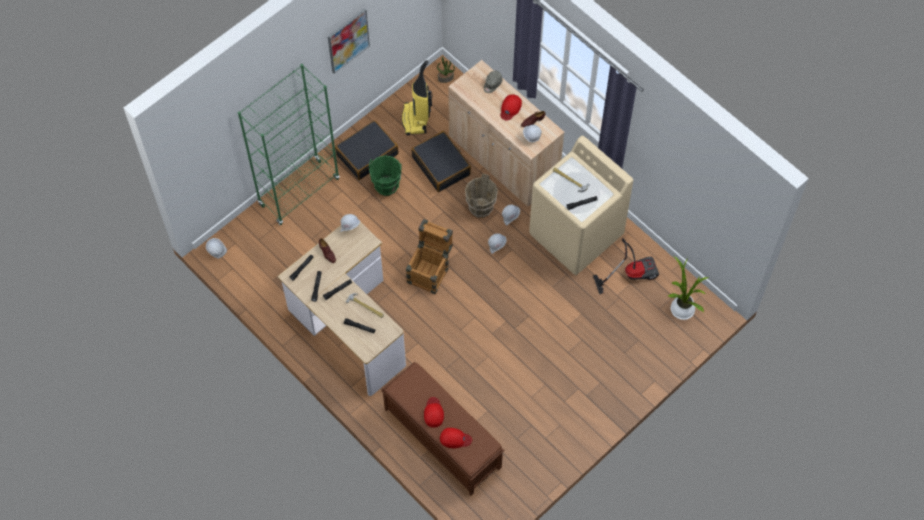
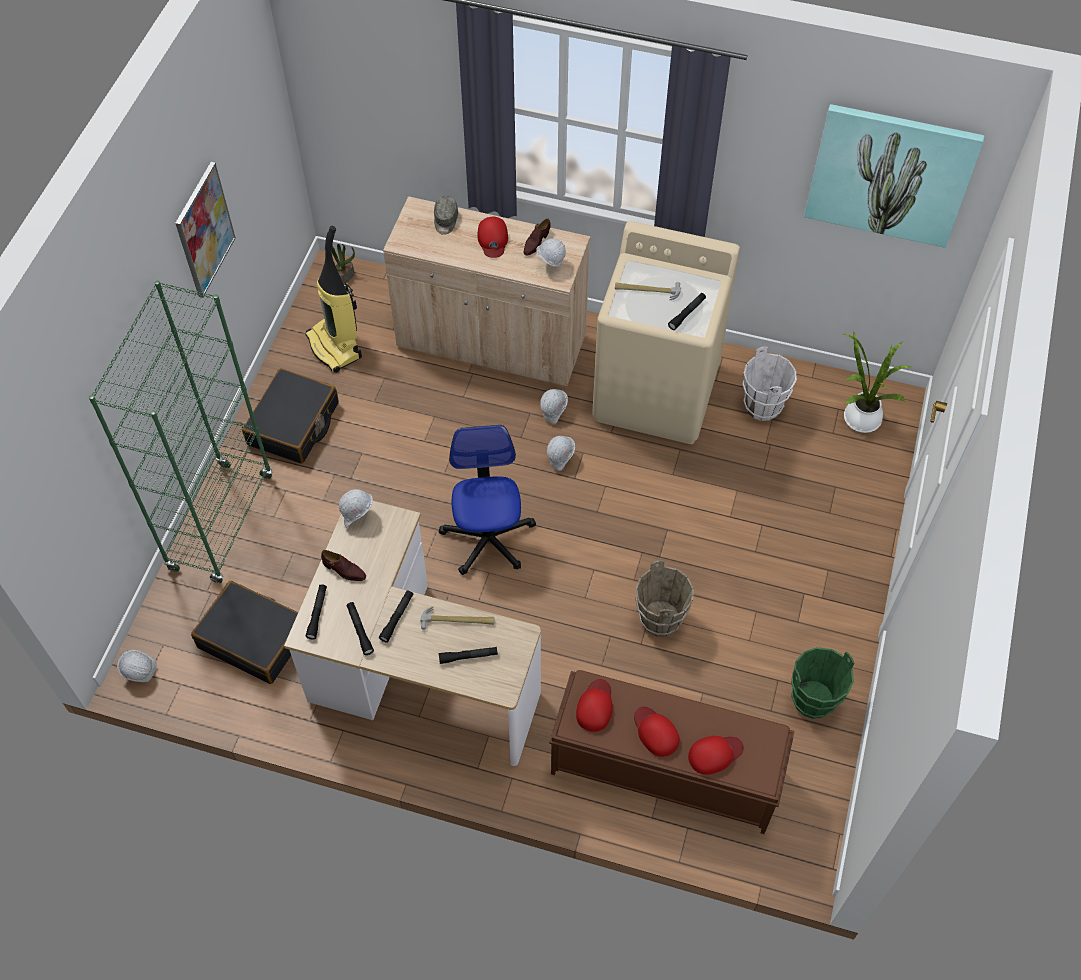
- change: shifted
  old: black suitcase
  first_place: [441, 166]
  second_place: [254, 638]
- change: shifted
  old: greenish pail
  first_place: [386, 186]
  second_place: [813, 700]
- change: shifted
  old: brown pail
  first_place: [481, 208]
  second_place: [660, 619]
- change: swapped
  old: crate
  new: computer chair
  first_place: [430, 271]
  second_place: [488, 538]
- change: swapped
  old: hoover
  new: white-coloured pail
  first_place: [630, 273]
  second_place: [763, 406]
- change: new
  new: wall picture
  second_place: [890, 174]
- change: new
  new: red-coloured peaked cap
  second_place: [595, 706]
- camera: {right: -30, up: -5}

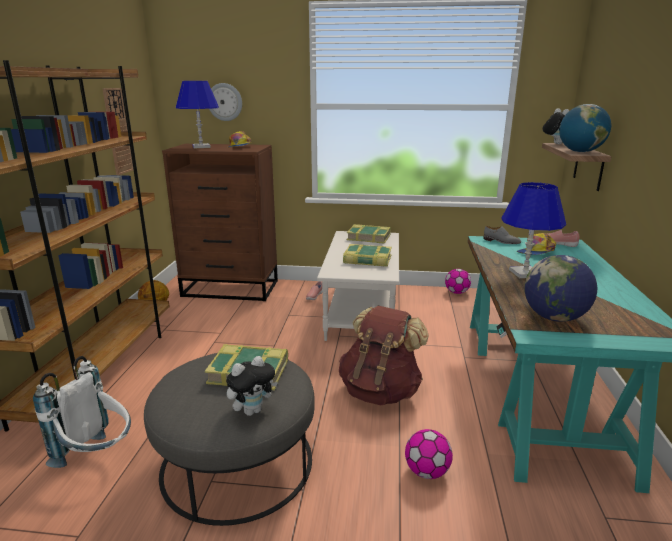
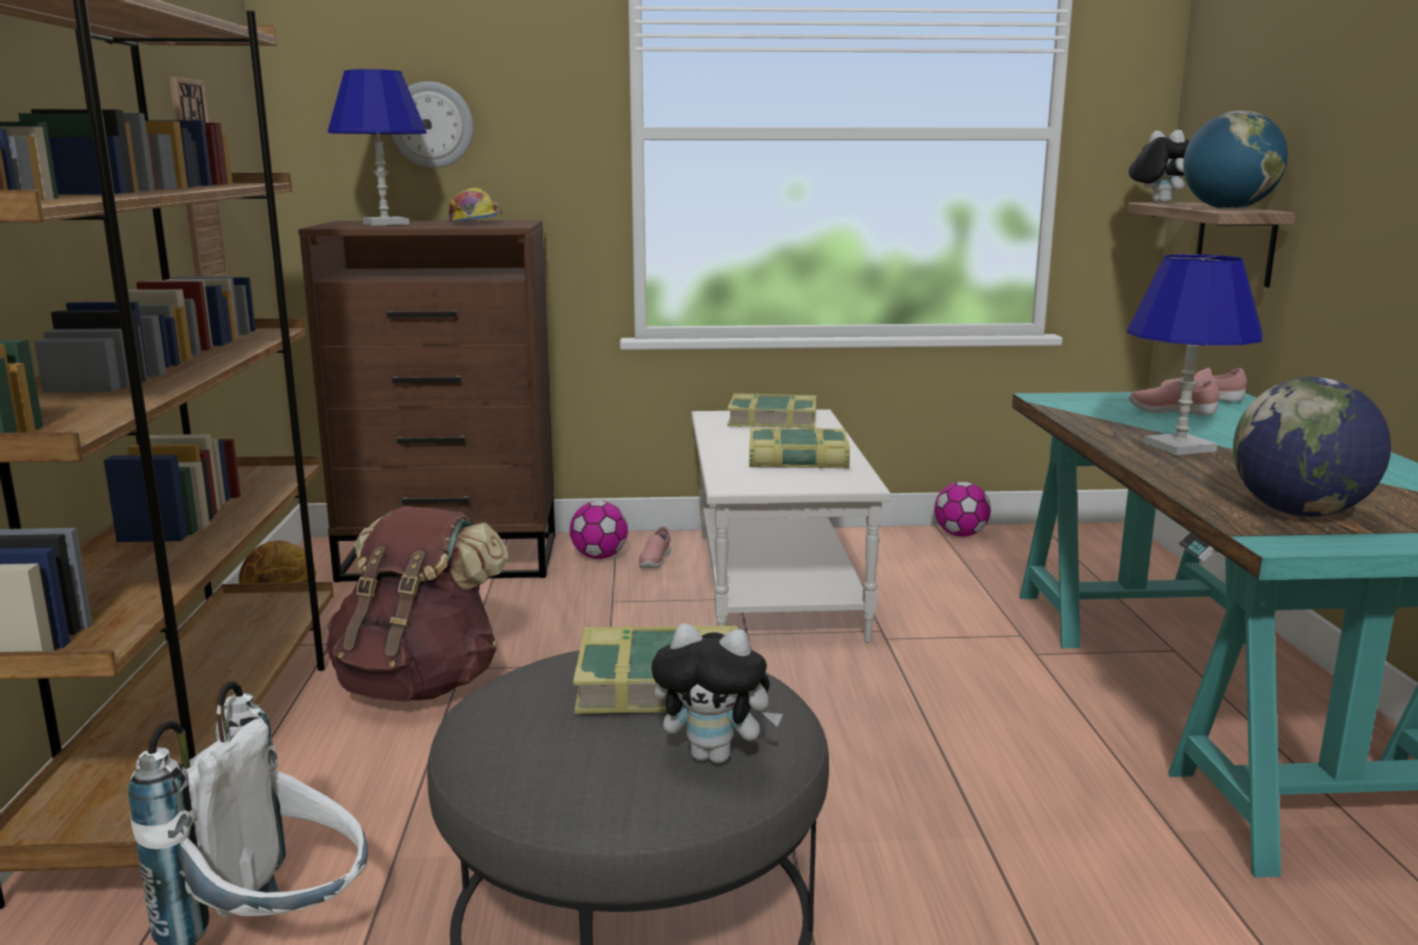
- change: gone
  old: greyish shoe
  first_place: [501, 241]
- change: swapped
  old: peaked cap
  new: pink-coloured shoe
  first_place: [536, 252]
  second_place: [1171, 413]
- change: shifted
  old: brown backpack
  first_place: [380, 391]
  second_place: [420, 684]
- change: rotated
  old: cuddly toy
  first_place: [252, 410]
  second_place: [715, 755]
  degrees: 60
- change: shifted
  old: ball for football
  first_place: [427, 472]
  second_place: [599, 557]
- camera: {right: -10, up: -5}

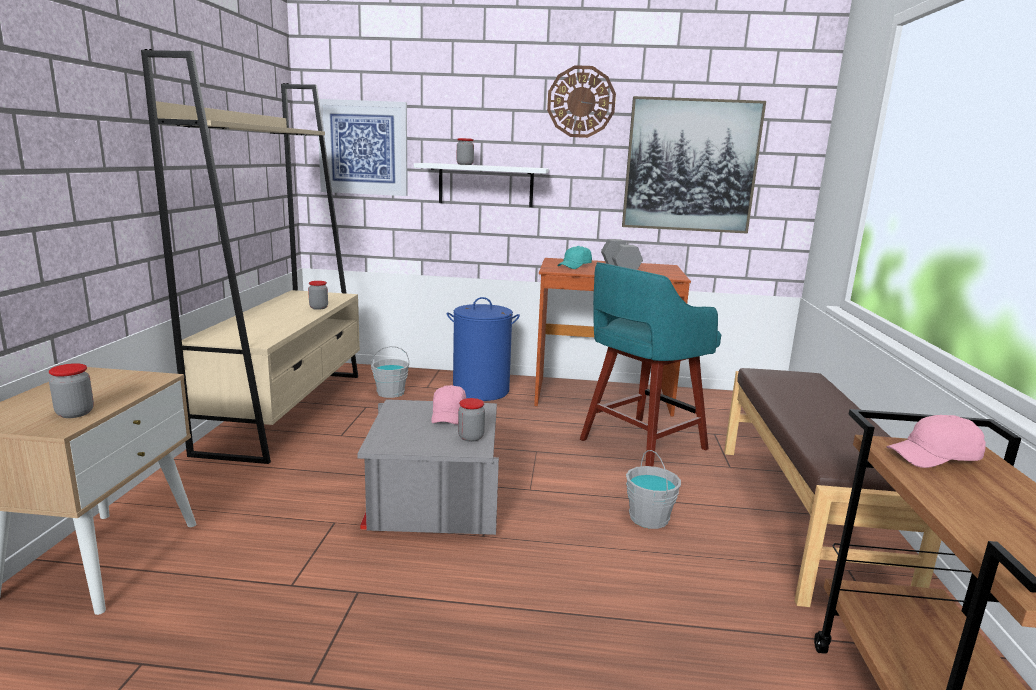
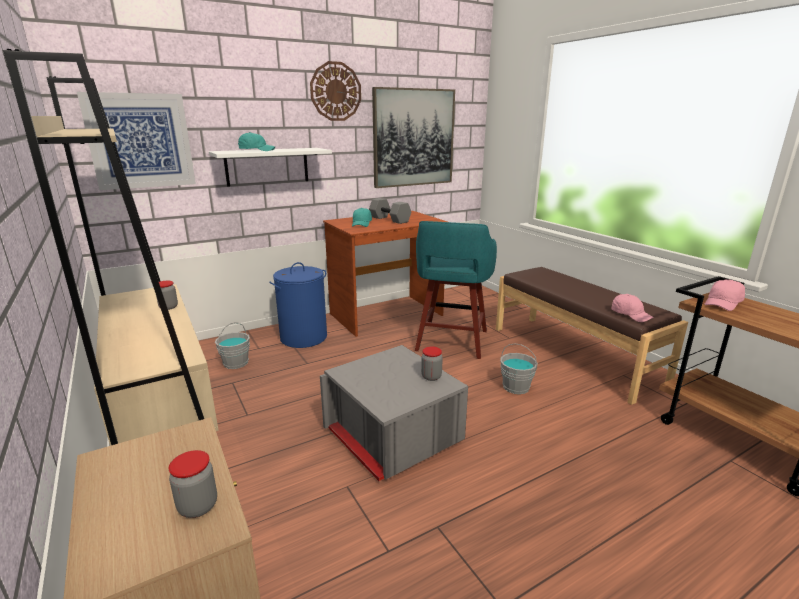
- change: swapped
  old: jar
  new: blue-green peaked cap
  first_place: [465, 164]
  second_place: [256, 150]
- change: shifted
  old: pink-coloured peaked cap
  first_place: [448, 415]
  second_place: [630, 315]
- camera: {right: -35, up: 5}

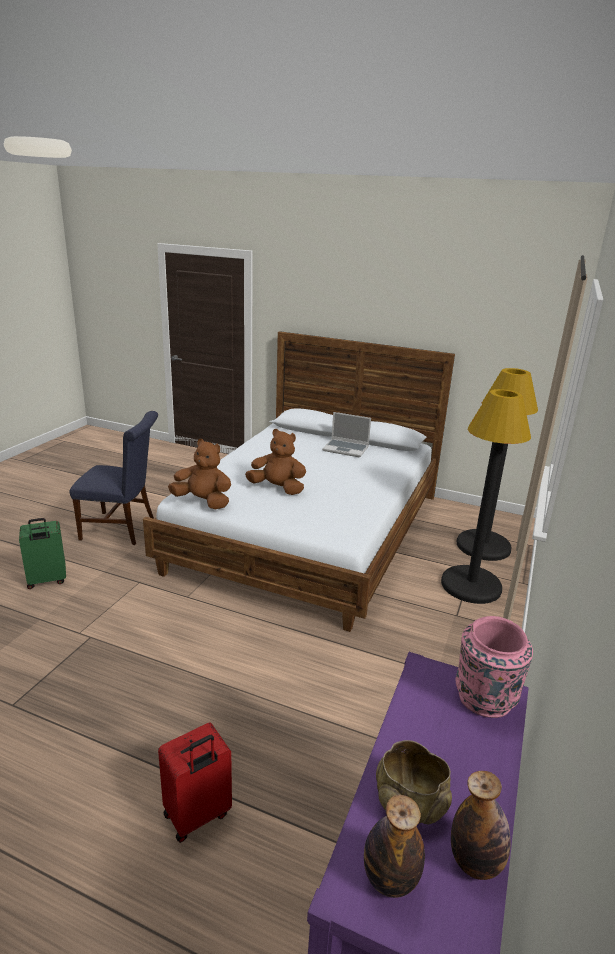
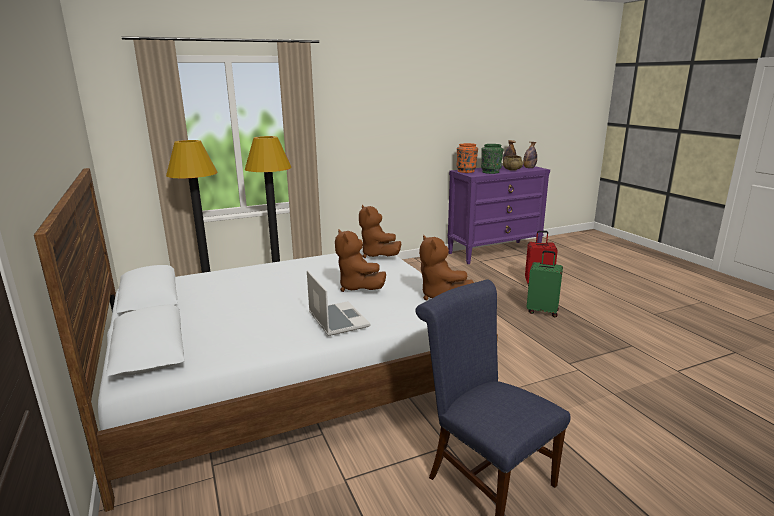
- change: shifted
  old: portable computer
  first_place: [346, 449]
  second_place: [337, 319]
- change: shifted
  old: greenish suitcase
  first_place: [47, 581]
  second_place: [542, 311]
- change: repainted
  old: pink-coloured decorative vase
  new: orange-coloured decorative vase
  first_place: [484, 699]
  second_place: [466, 171]
- change: new
  new: greenish decorative vase
  second_place: [490, 172]
- change: new
  new: brown cuddly toy
  second_place: [377, 255]
- camera: {right: -135, up: -5}

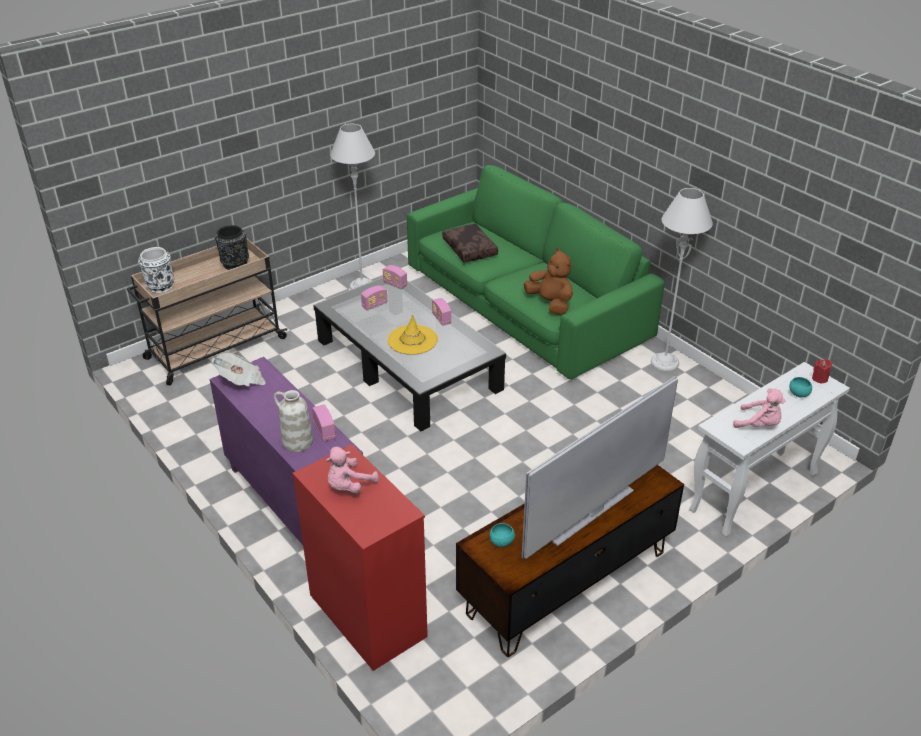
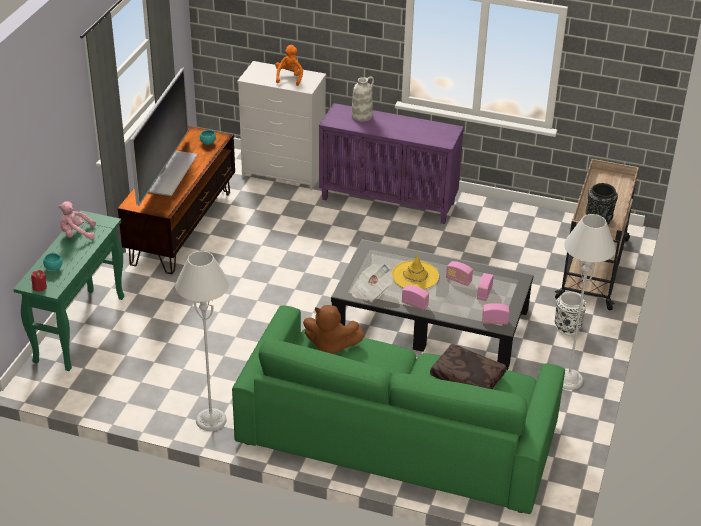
- change: shifted
  old: white-coloured decorative vase
  first_place: [160, 287]
  second_place: [567, 327]
- change: shifted
  old: daily paper
  first_place: [241, 381]
  second_place: [371, 291]
- change: repainted
  old: white-coloured console table
  new: greenish console table
  first_place: [753, 493]
  second_place: [80, 328]
- change: shifted
  old: radio
  first_place: [324, 431]
  second_place: [458, 280]
- change: repainted
  old: red-coloured dresser
  new: white-coloured dresser
  first_place: [366, 614]
  second_place: [284, 172]
- change: repainted
  old: pink-coloured cuddly toy
  new: orange-coloured cuddly toy
  first_place: [349, 486]
  second_place: [289, 77]
- camera: {right: 145, up: 0}

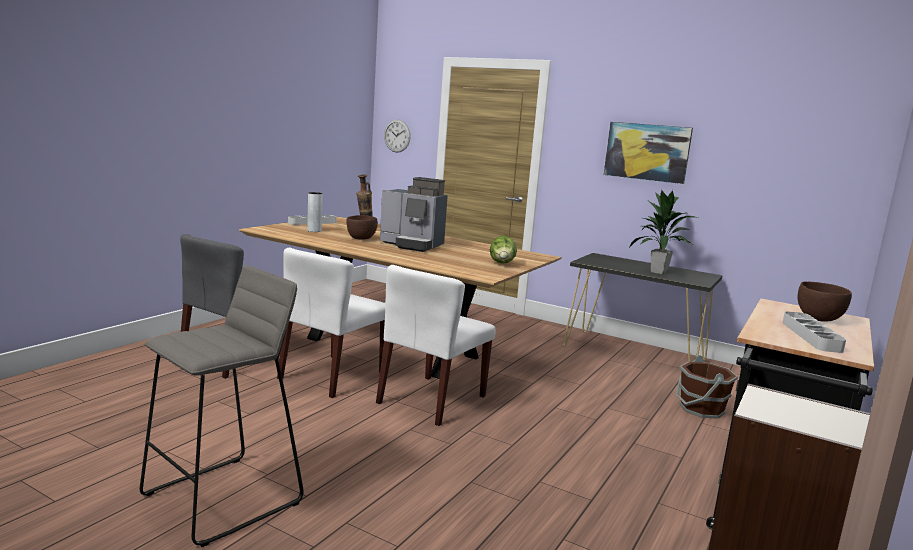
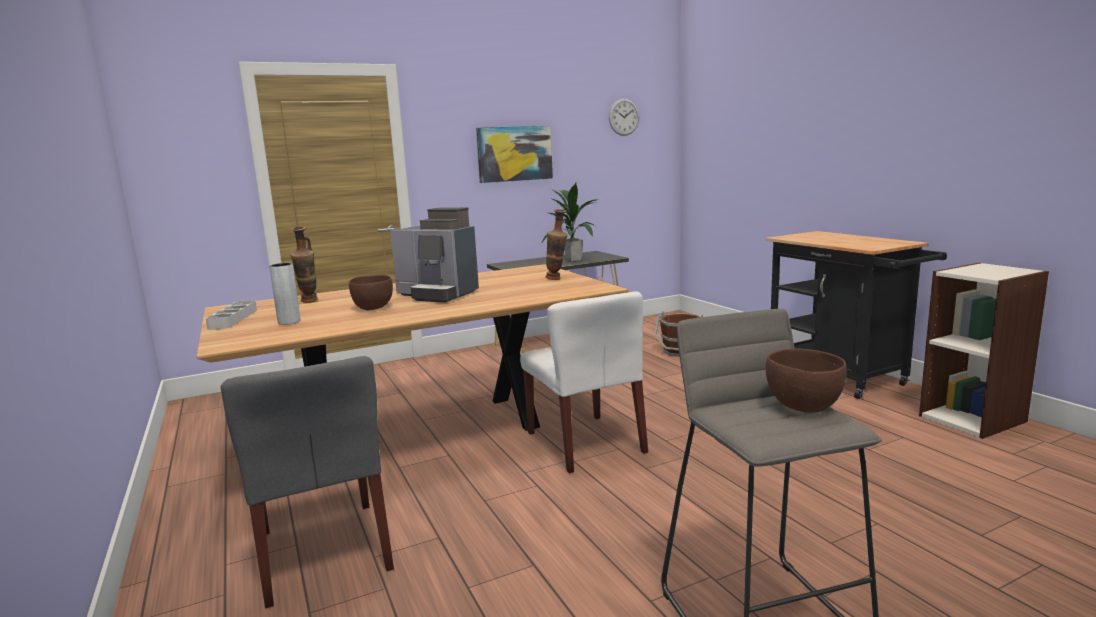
- change: shifted
  old: wall clock
  first_place: [397, 136]
  second_place: [623, 117]
- change: rotated
  old: coffee maker
  first_place: [412, 245]
  second_place: [438, 295]
  degrees: 60
- change: swapped
  old: lettuce
  new: decorative vase
  first_place: [502, 264]
  second_place: [557, 279]
- change: gone
  old: white-coloured plain chair
  first_place: [332, 375]
- change: shifted
  old: brown bowl
  first_place: [818, 318]
  second_place: [802, 406]
- change: gone
  old: greyish tray
  first_place: [811, 336]
- camera: {right: -55, up: 0}

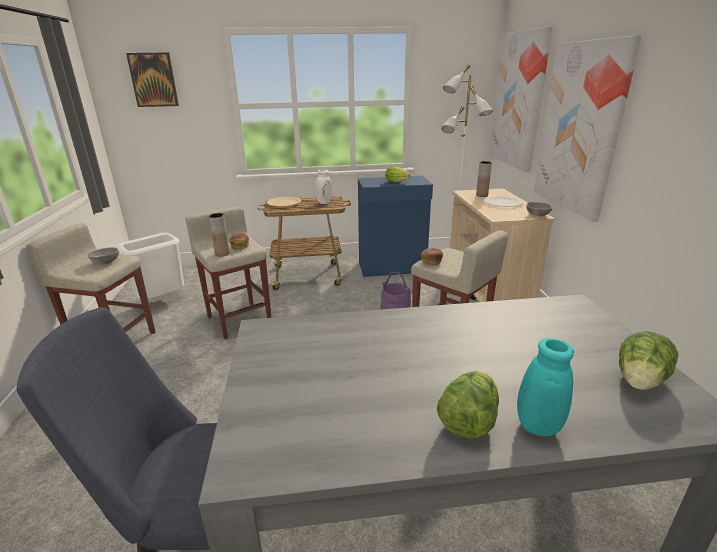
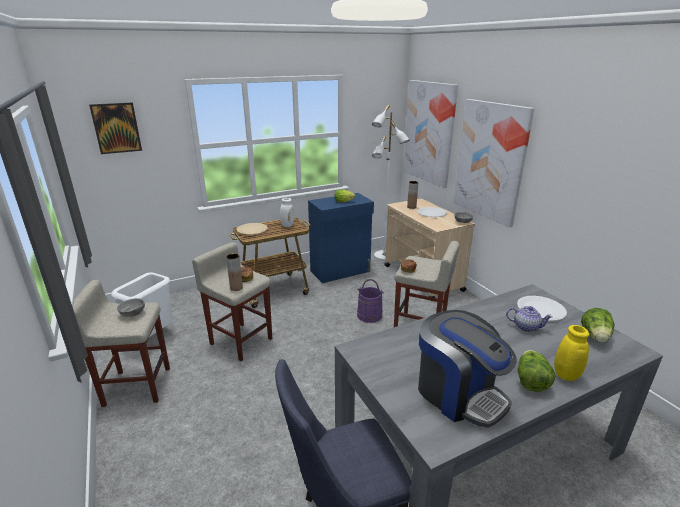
- change: repainted
  old: blue-green decorative vase
  new: yellowish decorative vase
  first_place: [535, 427]
  second_place: [565, 376]
- change: new
  new: white-coloured dinner plate
  second_place: [541, 309]
- change: new
  new: tea pot
  second_place: [526, 327]
- change: new
  new: coffee maker
  second_place: [459, 393]
- camera: {right: -20, up: 0}

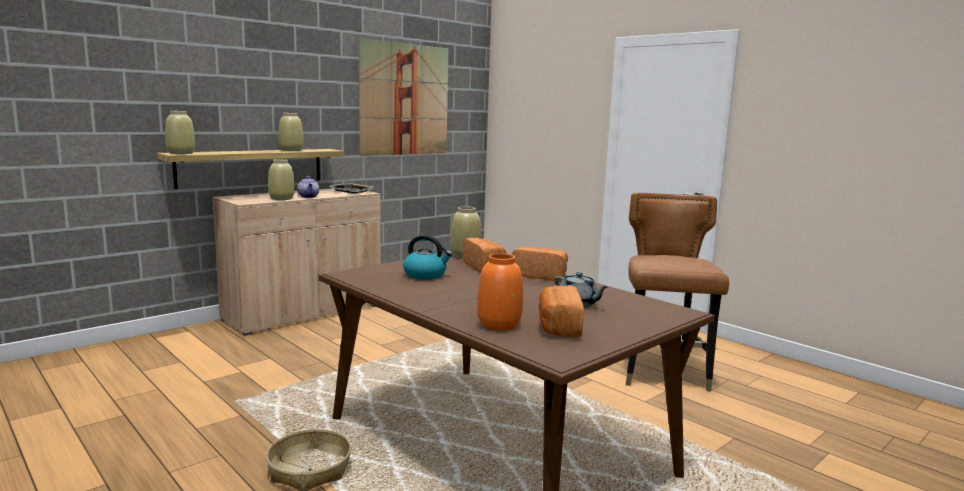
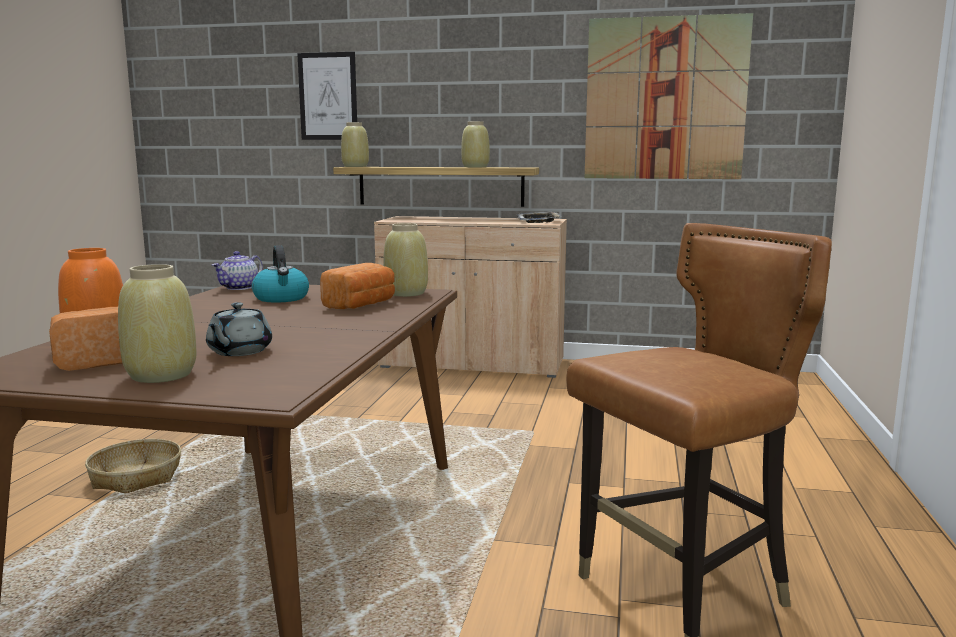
- change: shifted
  old: beige decorative vase
  first_place: [282, 198]
  second_place: [162, 375]
- change: shifted
  old: tea pot
  first_place: [308, 197]
  second_place: [239, 288]
- change: gone
  old: bread
  first_place: [540, 275]
- change: new
  new: wall picture
  second_place: [328, 96]
- camera: {right: 55, up: 0}

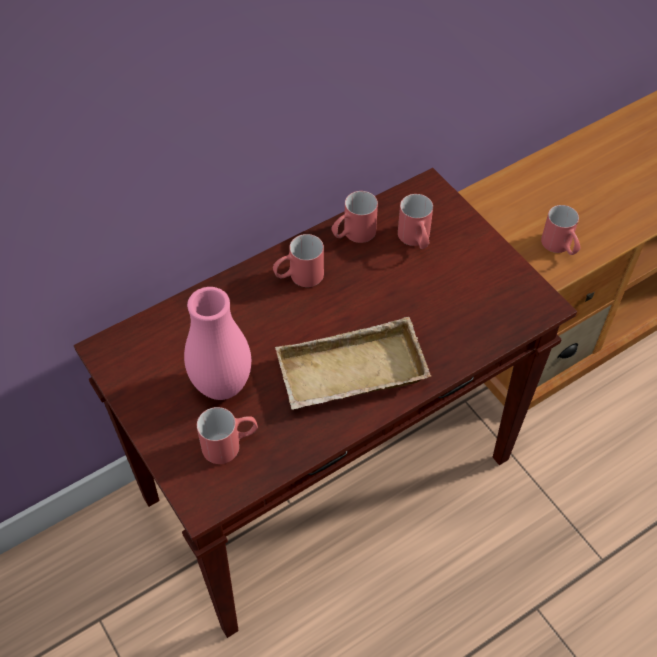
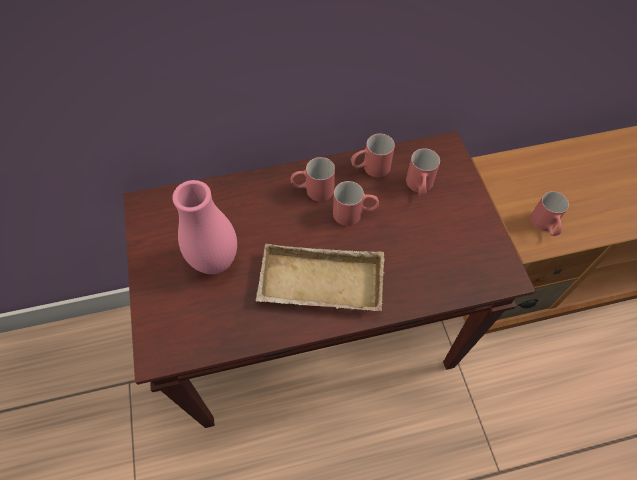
- change: shifted
  old: red-coloured tea mug
  first_place: [230, 444]
  second_place: [354, 214]
- camera: {right: 20, up: 5}

